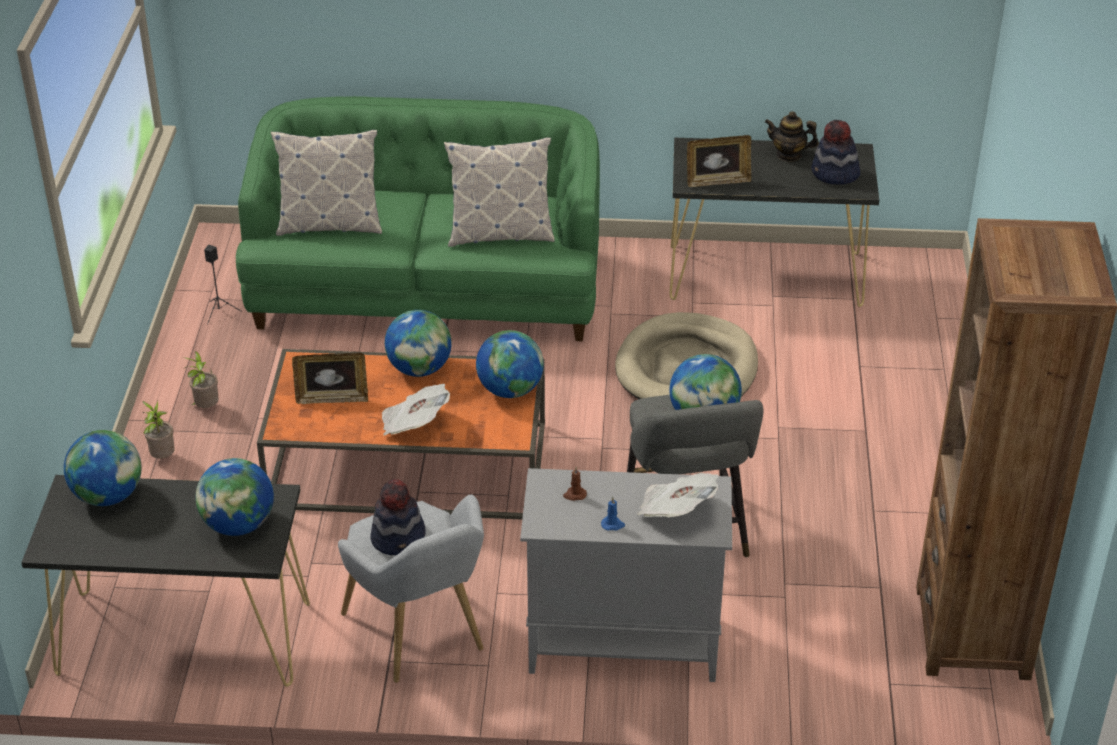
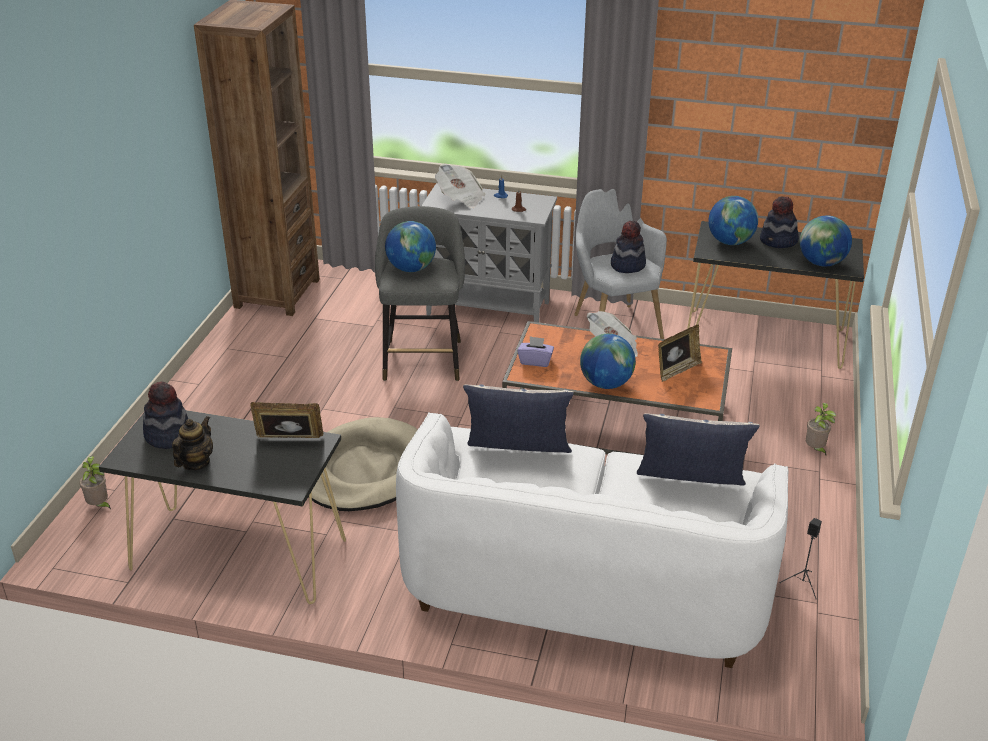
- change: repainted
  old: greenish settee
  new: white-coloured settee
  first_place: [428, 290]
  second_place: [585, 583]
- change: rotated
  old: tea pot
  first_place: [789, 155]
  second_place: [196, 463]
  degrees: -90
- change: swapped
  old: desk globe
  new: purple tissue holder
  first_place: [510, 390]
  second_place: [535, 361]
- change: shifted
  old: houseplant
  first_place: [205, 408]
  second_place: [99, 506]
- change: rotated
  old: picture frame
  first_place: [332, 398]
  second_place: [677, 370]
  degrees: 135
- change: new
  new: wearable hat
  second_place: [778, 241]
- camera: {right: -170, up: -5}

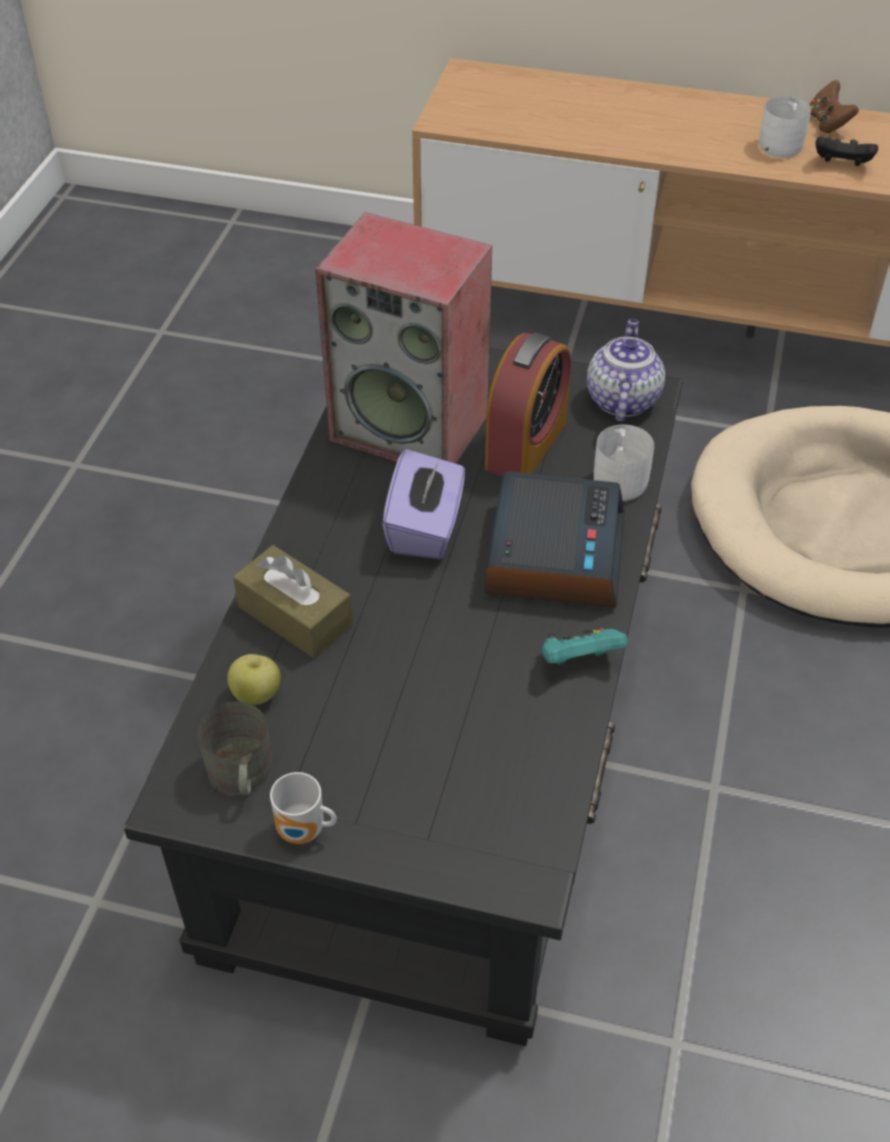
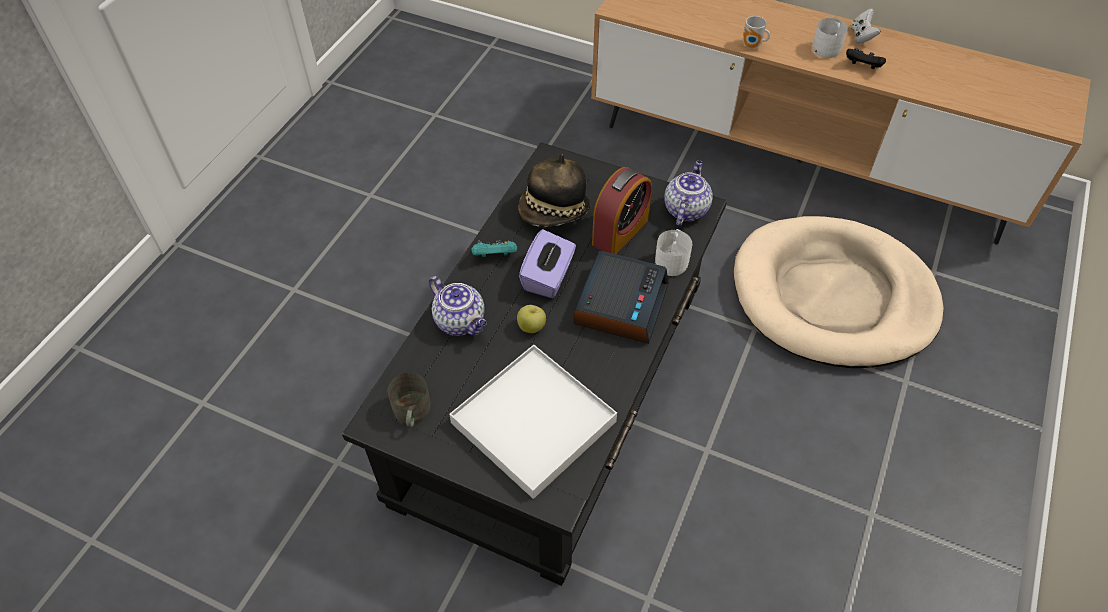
- change: repainted
  old: brown game controller
  new: white-coloured game controller
  first_place: [827, 123]
  second_place: [861, 36]
- change: swapped
  old: loudspeaker
  new: wearable hat
  first_place: [412, 428]
  second_place: [554, 212]
- change: swapped
  old: brown tissue holder
  new: tea pot
  first_place: [295, 616]
  second_place: [461, 322]
- change: shifted
  old: blue-green game controller
  first_place: [579, 661]
  second_place: [495, 256]
- change: shifted
  old: whole apple
  first_place: [256, 694]
  second_place: [531, 327]
- change: shifted
  old: tea mug
  first_place: [303, 832]
  second_place: [752, 46]
- change: new
  new: white-coloured tray
  second_place: [534, 422]
- camera: {right: 10, up: 5}

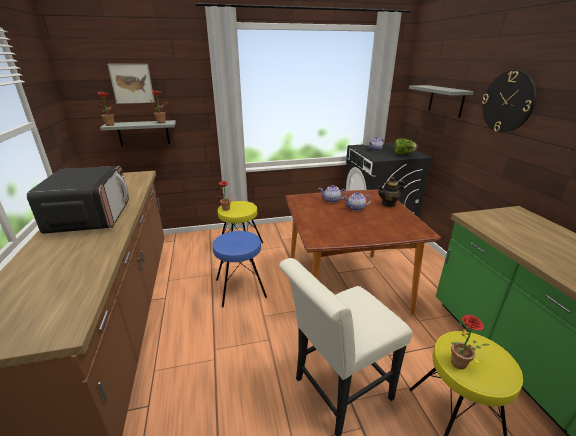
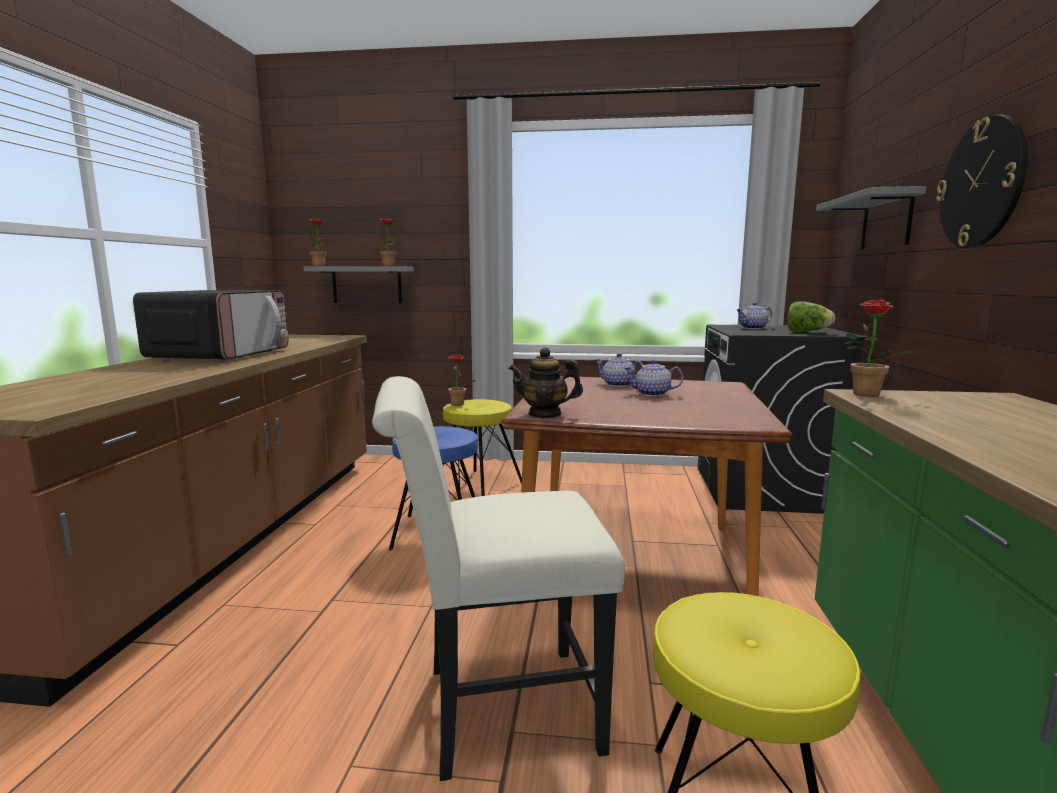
- change: gone
  old: wall picture
  first_place: [132, 83]
- change: shifted
  old: tea pot
  first_place: [389, 204]
  second_place: [545, 414]
- change: shifted
  old: houseplant
  first_place: [458, 366]
  second_place: [864, 395]
- camera: {right: 20, up: -15}

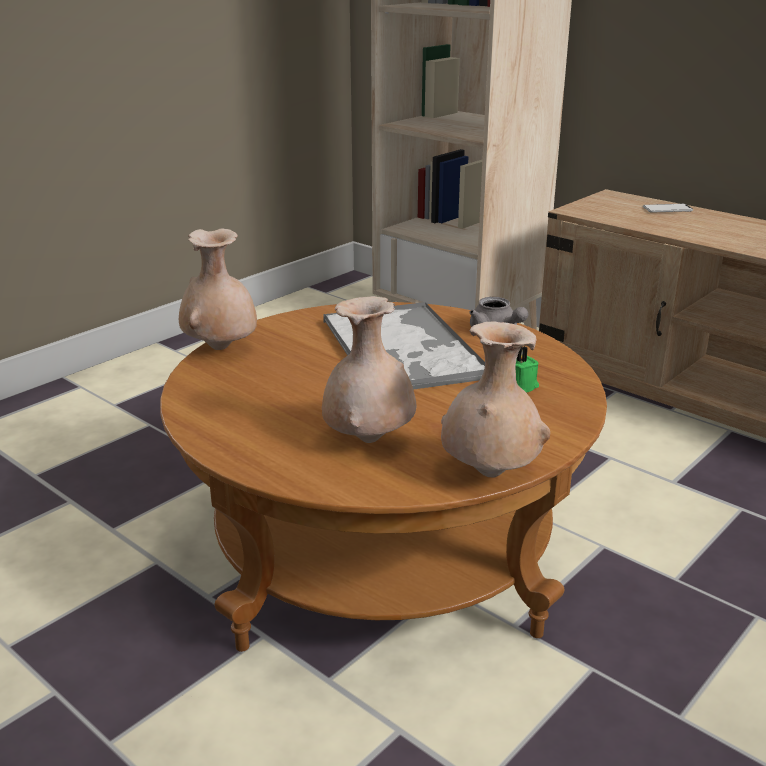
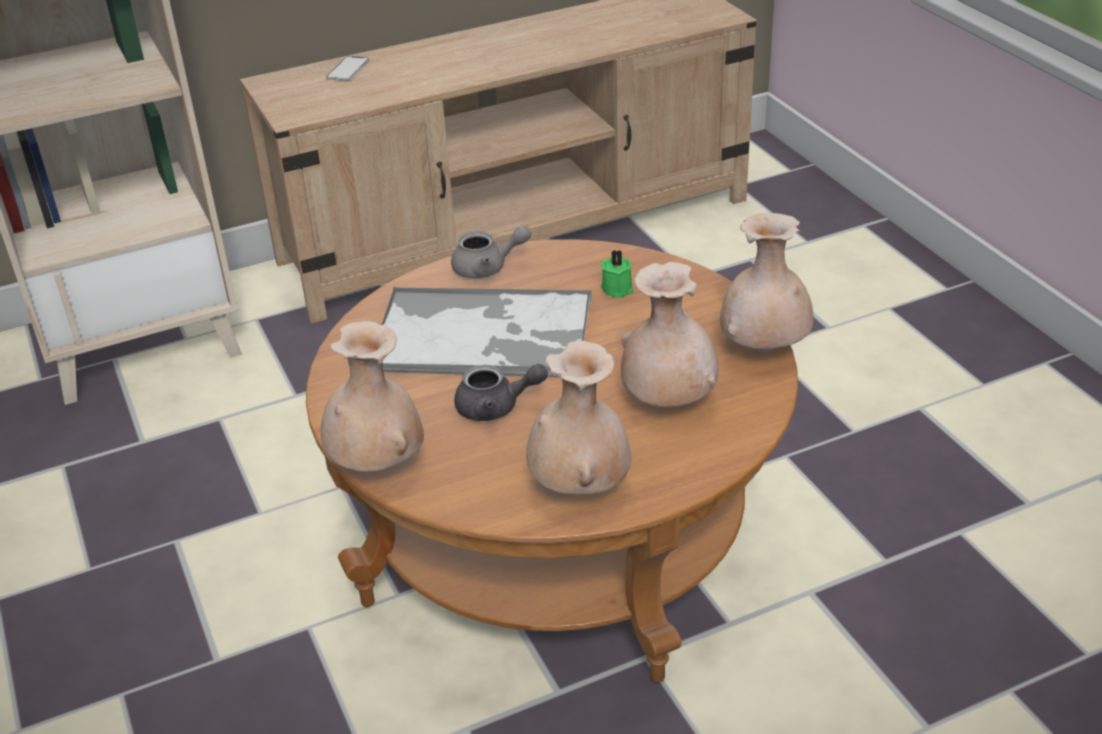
- change: new
  new: beige decorative vase
  second_place: [580, 487]
- change: new
  new: greyish tea pot
  second_place: [496, 407]
- camera: {right: -65, up: 10}

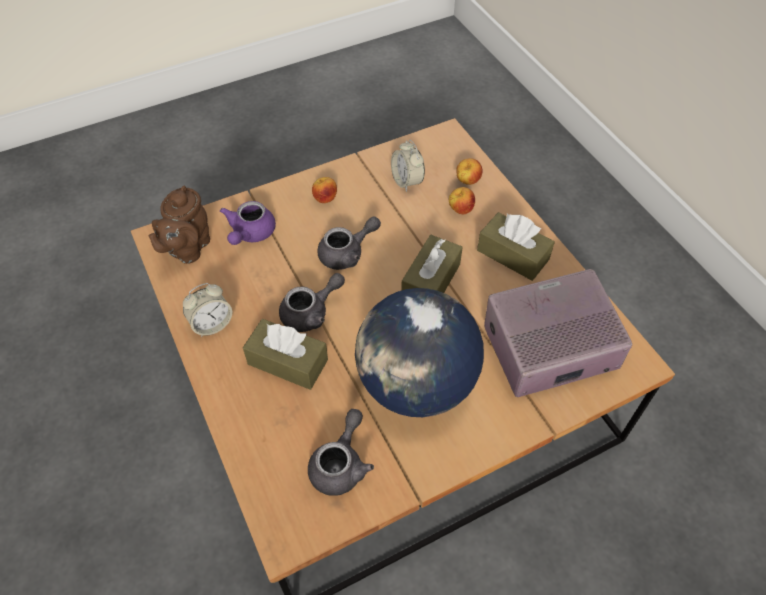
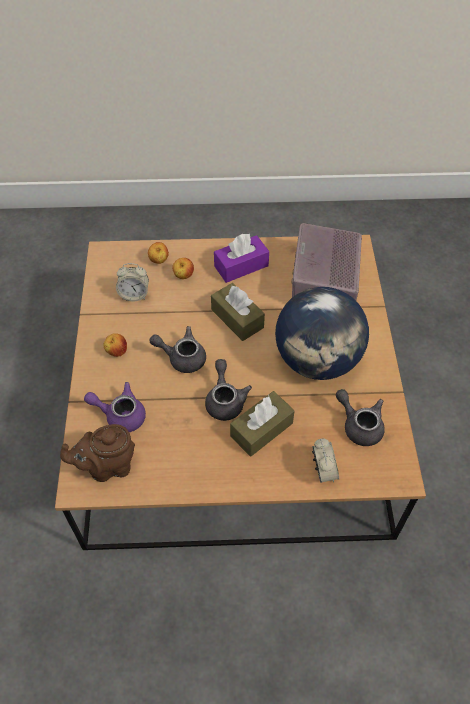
- change: rotated
  old: brown tea pot
  first_place: [187, 249]
  second_place: [107, 466]
  degrees: 120
- change: rotated
  old: purple tea pot
  first_place: [250, 234]
  second_place: [120, 415]
  degrees: 150
- change: repainted
  old: brown tissue holder
  new: purple tissue holder
  first_place: [512, 255]
  second_place: [241, 266]
- change: rotated
  old: greyish tea pot
  first_place: [347, 253]
  second_place: [182, 357]
  degrees: -75
- change: shifted
  old: bedside clock
  first_place: [212, 324]
  second_place: [323, 471]
- camera: {right: -65, up: 0}

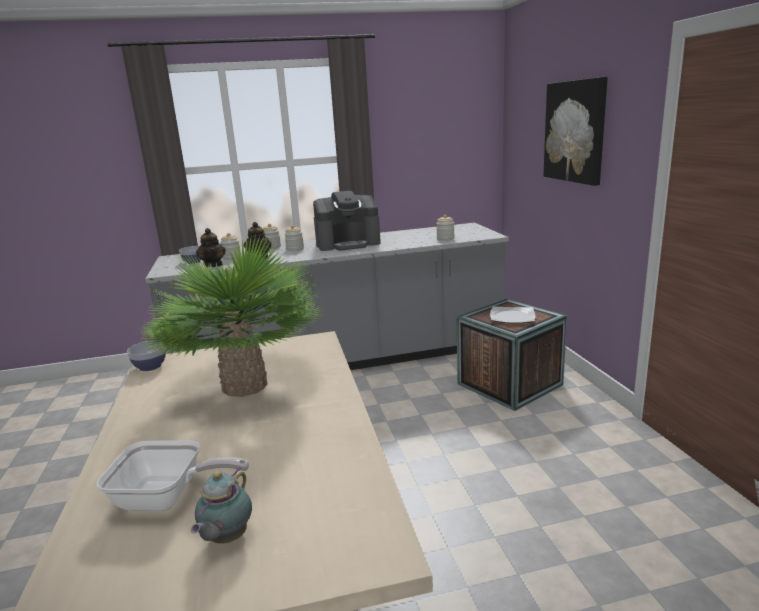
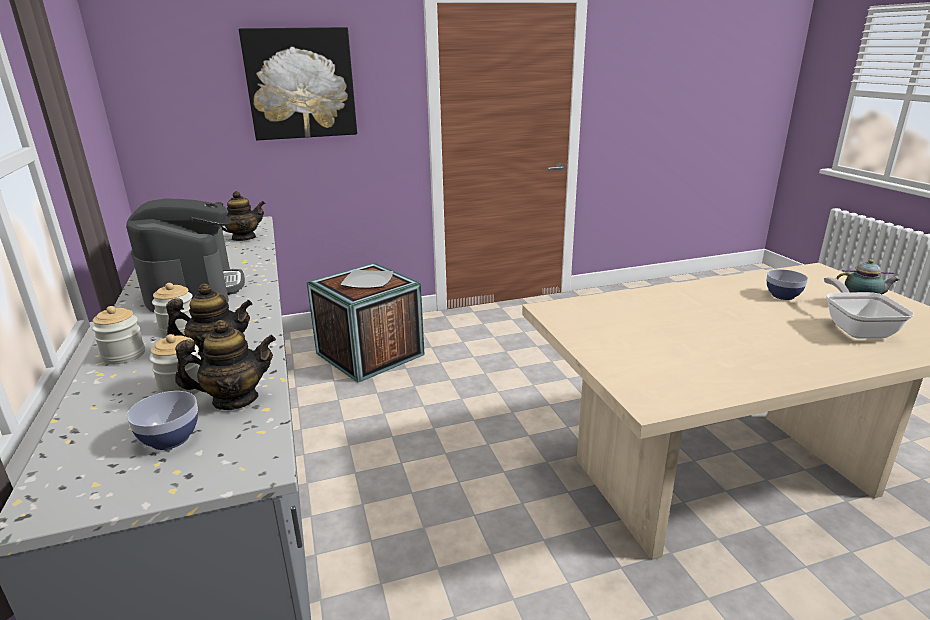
- change: swapped
  old: jar
  new: tea pot
  first_place: [445, 238]
  second_place: [243, 238]
- change: gone
  old: houseplant
  first_place: [244, 386]
- change: shifted
  old: bowl
  first_place: [150, 366]
  second_place: [782, 295]
- camera: {right: -95, up: 5}

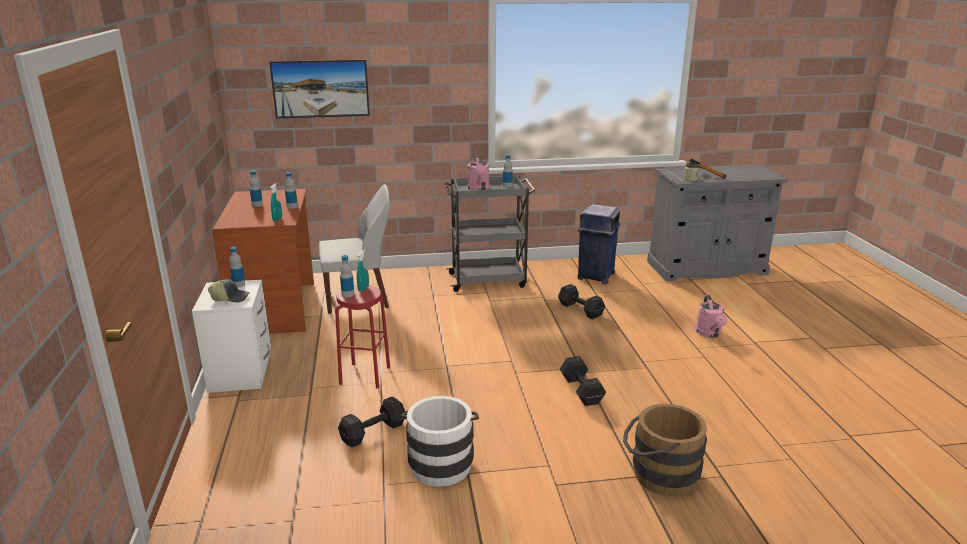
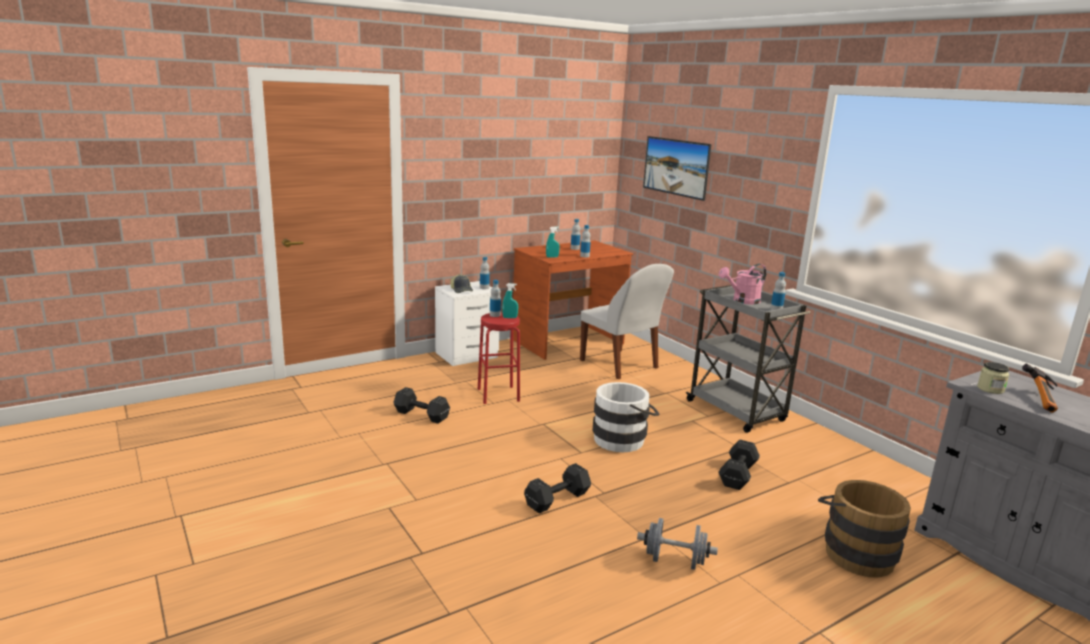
- change: gone
  old: bluish trash can
  first_place: [595, 276]
- change: gone
  old: pink-coloured watering can
  first_place: [709, 334]
- change: shifted
  old: white-coloured pail
  first_place: [441, 462]
  second_place: [623, 439]
- change: shifted
  old: brown pail
  first_place: [658, 474]
  second_place: [855, 552]
- change: new
  new: greyish free weight
  second_place: [674, 561]
- camera: {right: 65, up: -5}

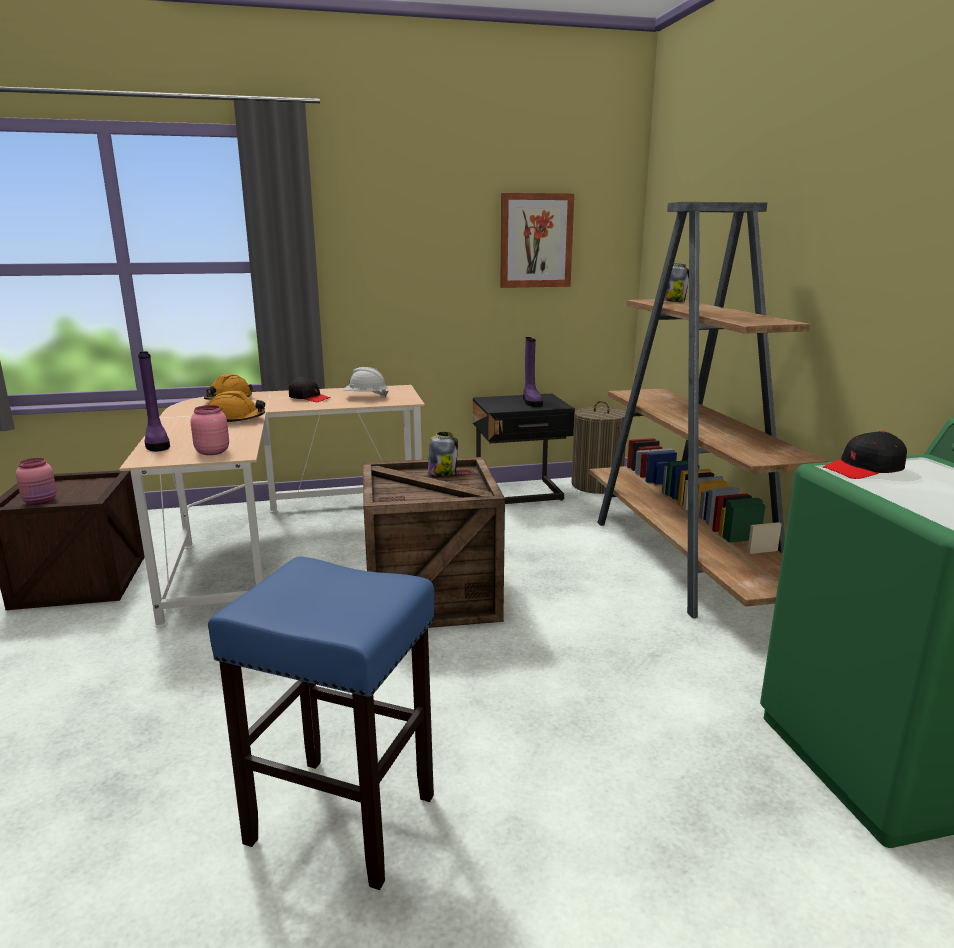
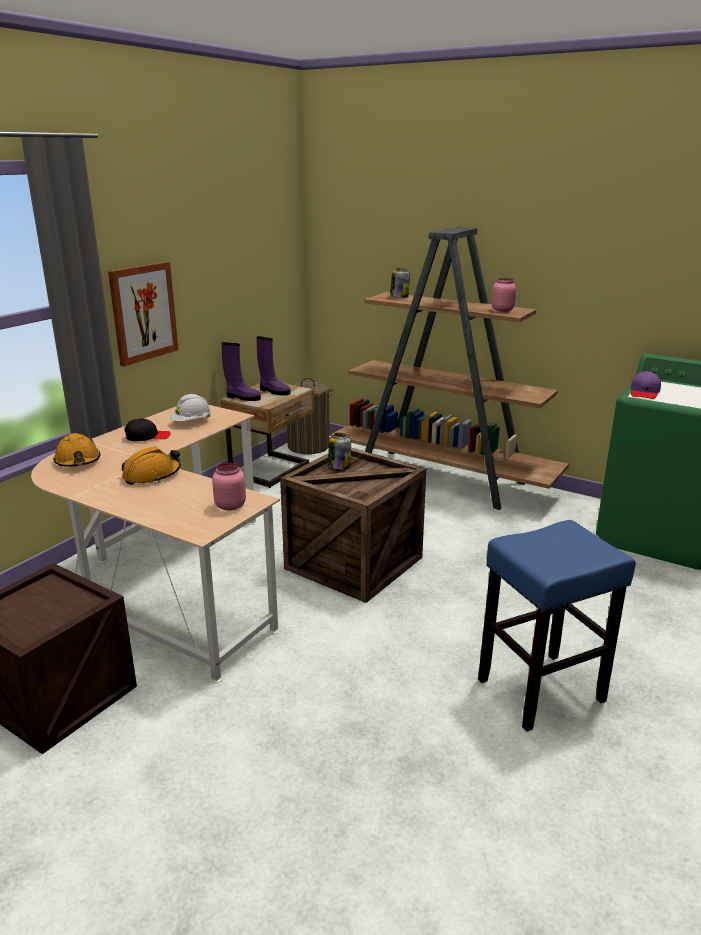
- change: shifted
  old: wall picture
  first_place: [536, 241]
  second_place: [143, 313]
- change: shifted
  old: purple high-top boot
  first_place: [157, 443]
  second_place: [242, 397]
- change: repainted
  old: black bedside table
  new: beige bedside table
  first_place: [520, 494]
  second_place: [272, 471]
- change: repainted
  old: black peaked cap
  new: purple peaked cap
  first_place: [864, 469]
  second_place: [644, 392]
- change: shifted
  old: pink-coloured jar
  first_place: [41, 501]
  second_place: [503, 310]
- camera: {right: -45, up: 5}

